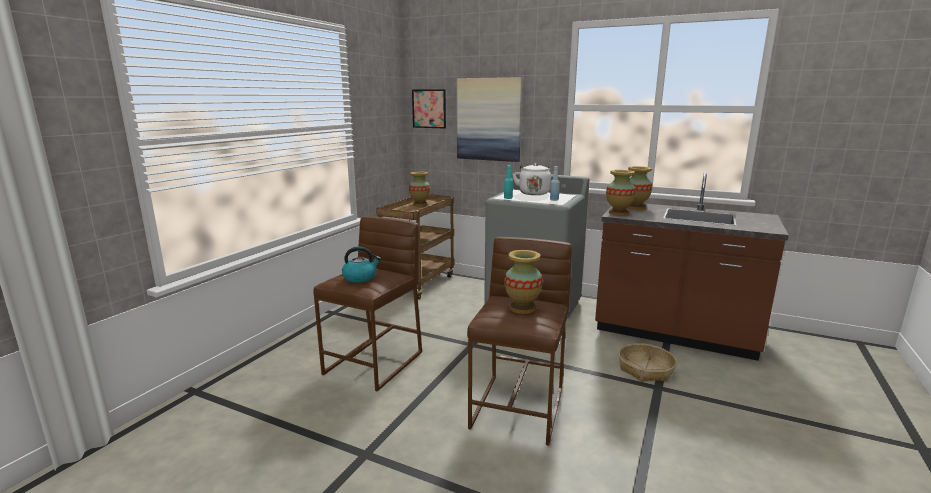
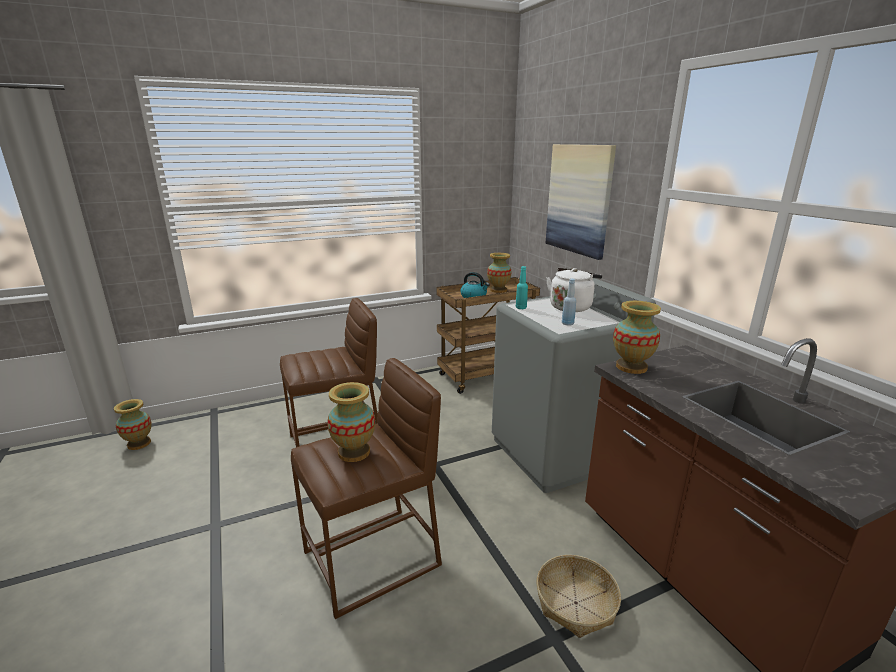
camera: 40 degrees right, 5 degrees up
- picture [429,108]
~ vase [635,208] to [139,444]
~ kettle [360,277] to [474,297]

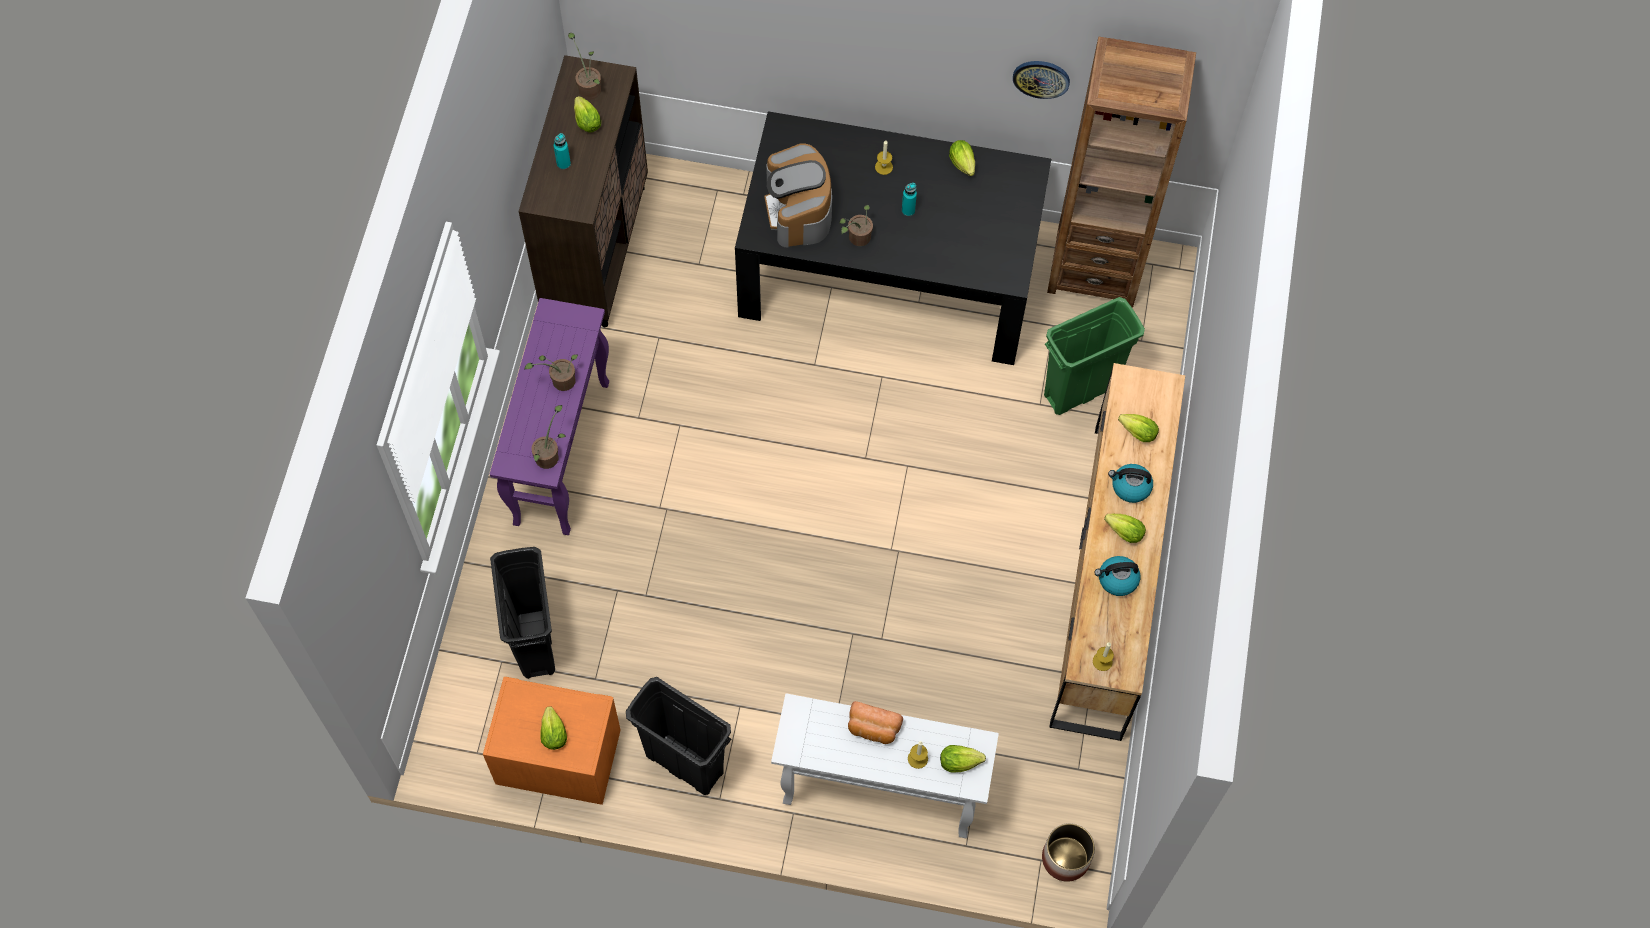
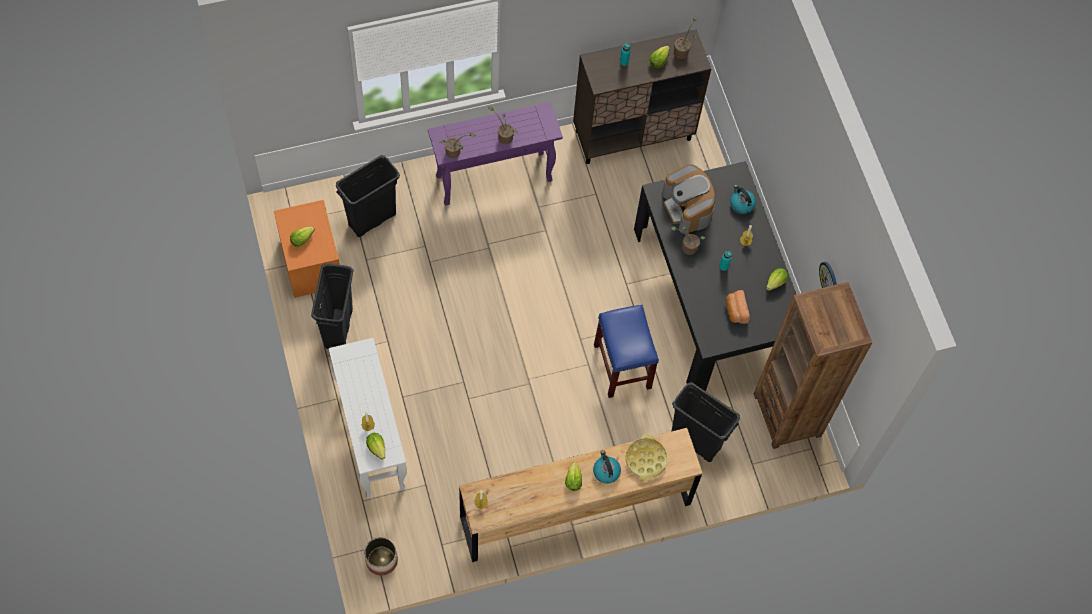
camera: 60 degrees right, 0 degrees up
~ coffee machine [799,210] = [687,207] 75 degrees counterclockwise
~ trash can (green) [1080,390] to trash can (black) [695,442]
~ lettuce [1135,431] to tray (yellow) [646,459]
~ kettle [1117,580] to [741,204]
~ bread [873,729] to [735,311]
+ stool (blue) [621,366]

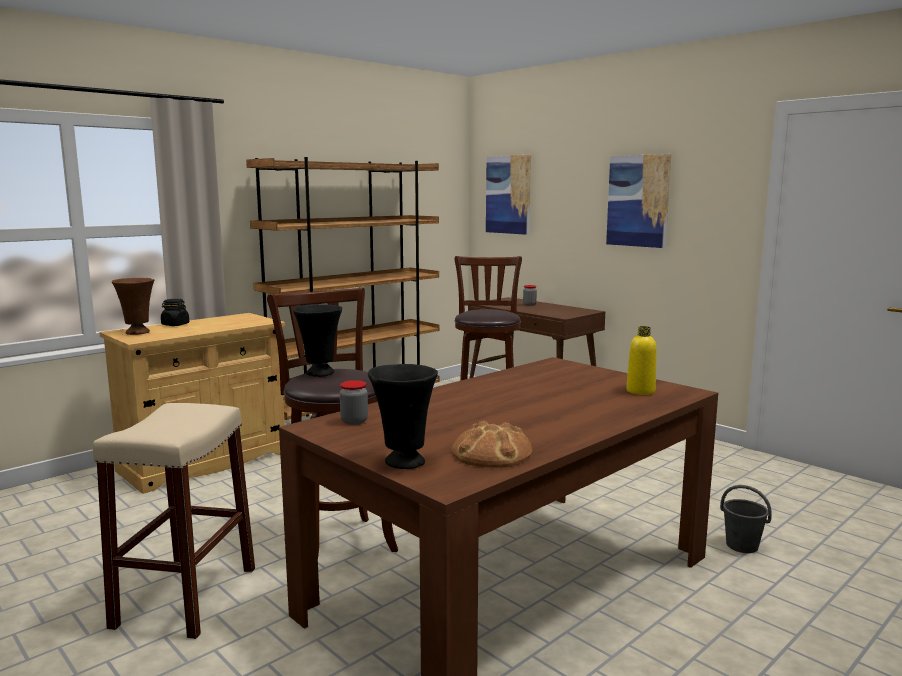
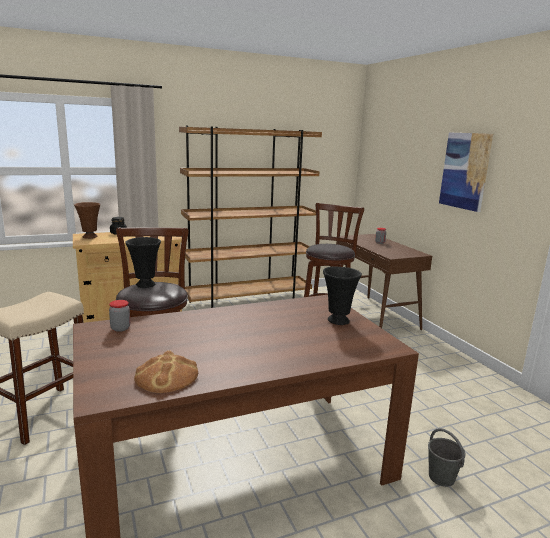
camera: 20 degrees right, 5 degrees up
- picture [508,194]
- bottle (yellow) [640,391]
~ vase (black) [403,462] to [337,320]

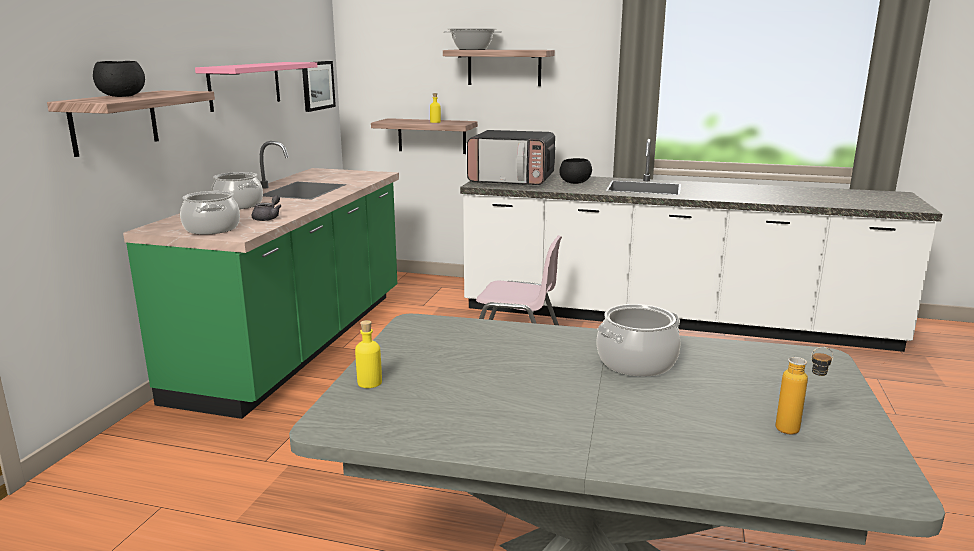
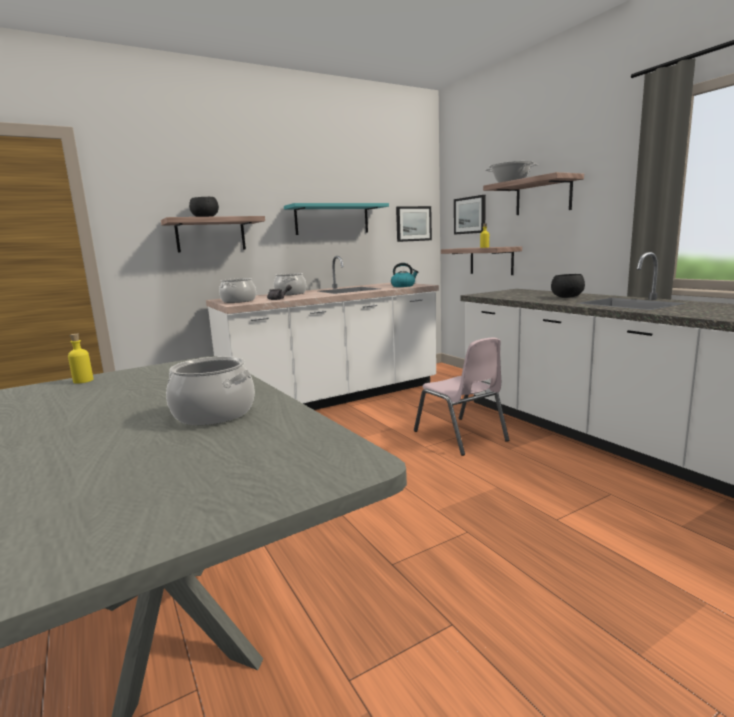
camera: 45 degrees right, 5 degrees down
~ shelf (pink) [245,85] to shelf (turquoise) [332,219]
- microwave [512,180]
~ counter (green) [299,343] to counter (white) [333,397]
- bottle [797,430]
+ picture [470,215]
+ kettle [403,286]

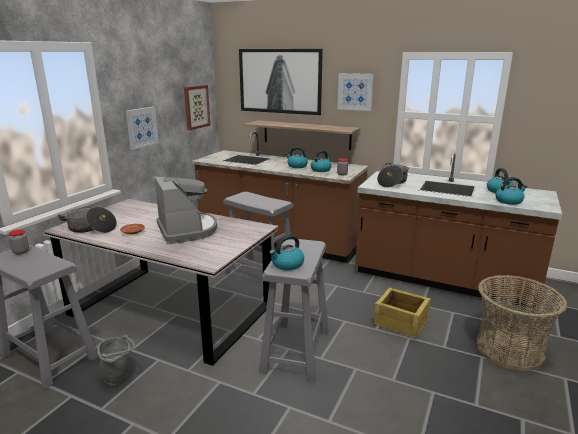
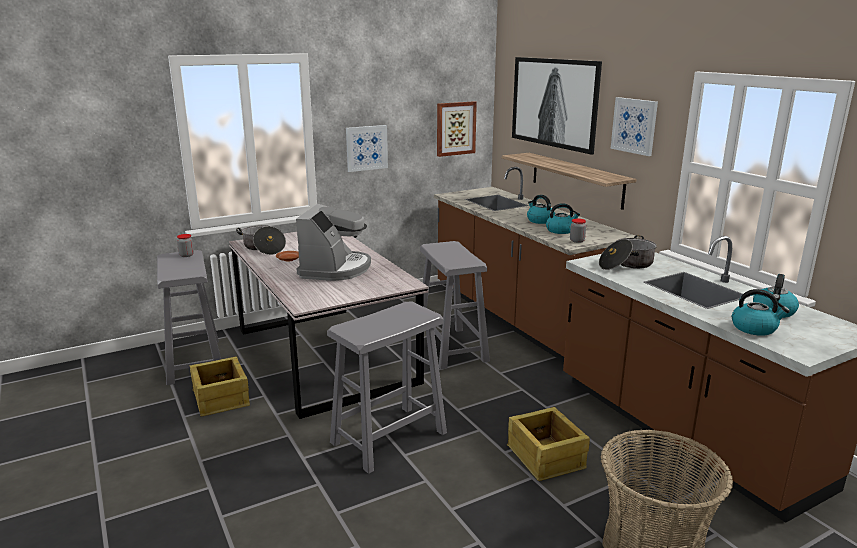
camera: 35 degrees right, 0 degrees up
- kettle [287,265]
~ bucket (grey) [120,379] to crate [220,399]

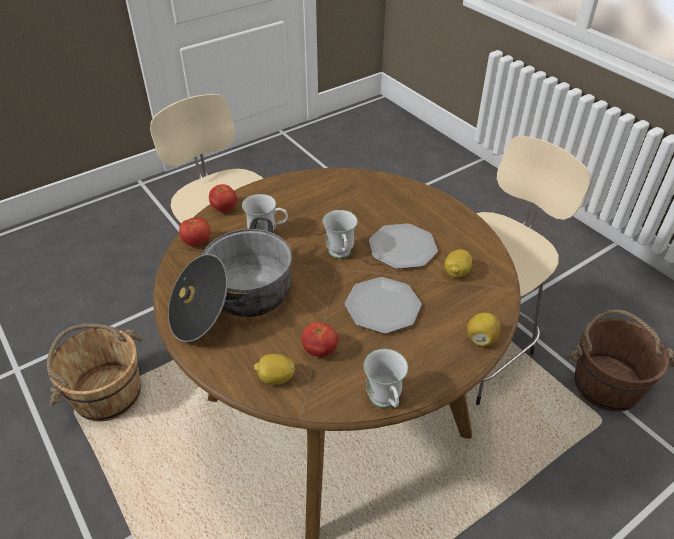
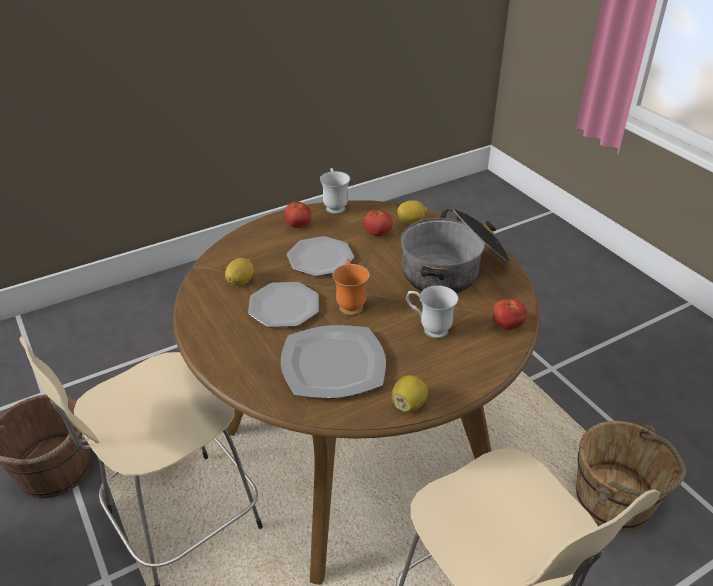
camera: 175 degrees left, 5 degrees down
~ tomato [224,209] to [298,226]
~ mug (white) [341,255] to mug (orange) [350,303]
~ lemon [481,339] to [409,404]
+ plate [332,364]

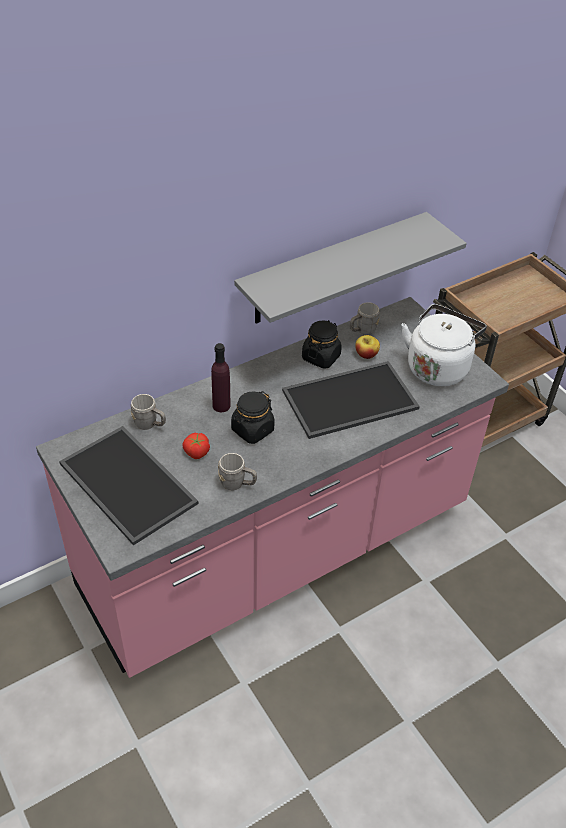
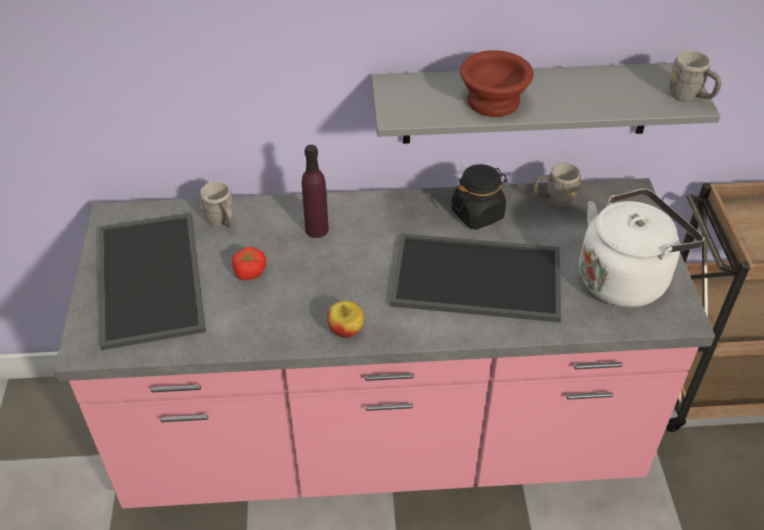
camera: 30 degrees right, 0 degrees up
~ apple [366,354] to [346,330]
- jar (black) [252,430]
~ mug (grey) [237,484] to [690,97]
+ bowl (brown) [491,102]

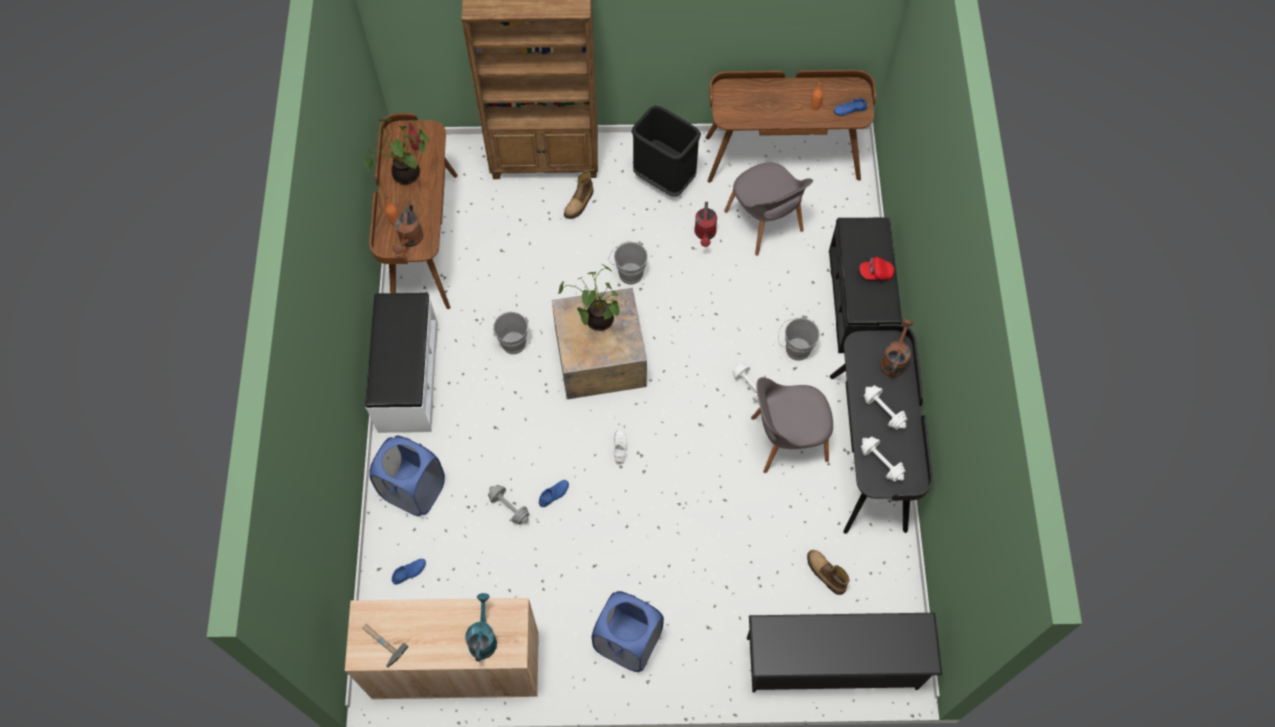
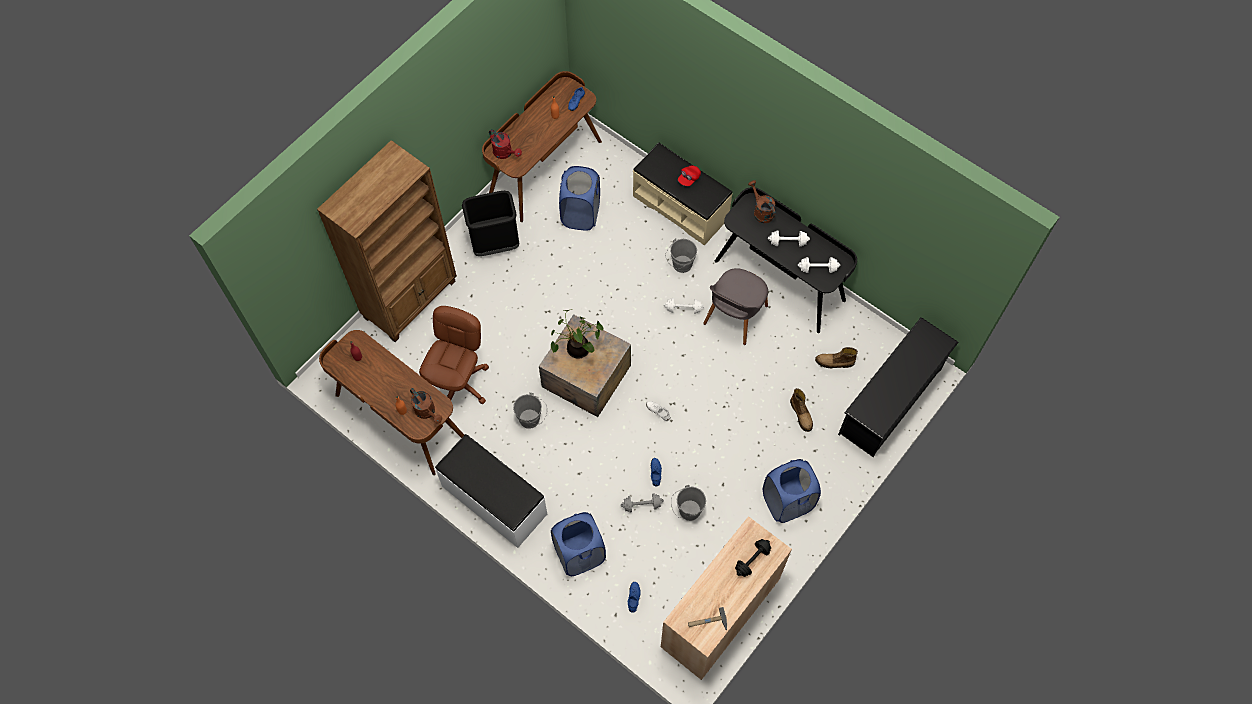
camera: 50 degrees left, 0 degrees up
- potted plant [405,176]
~ chair (grey) [764,223] to laundry basket (blue) [581,214]
~ boot [579,203] to [801,414]
~ watering can (red) [705,234] to [505,153]
~ bench (black) [859,300] to bench (beige) [681,207]
~ bucket (grey) [628,272] to [687,511]
~ watering can (turquoise) [483,637] to dumbbell (black) [752,560]
+ office chair (brown) [459,384]

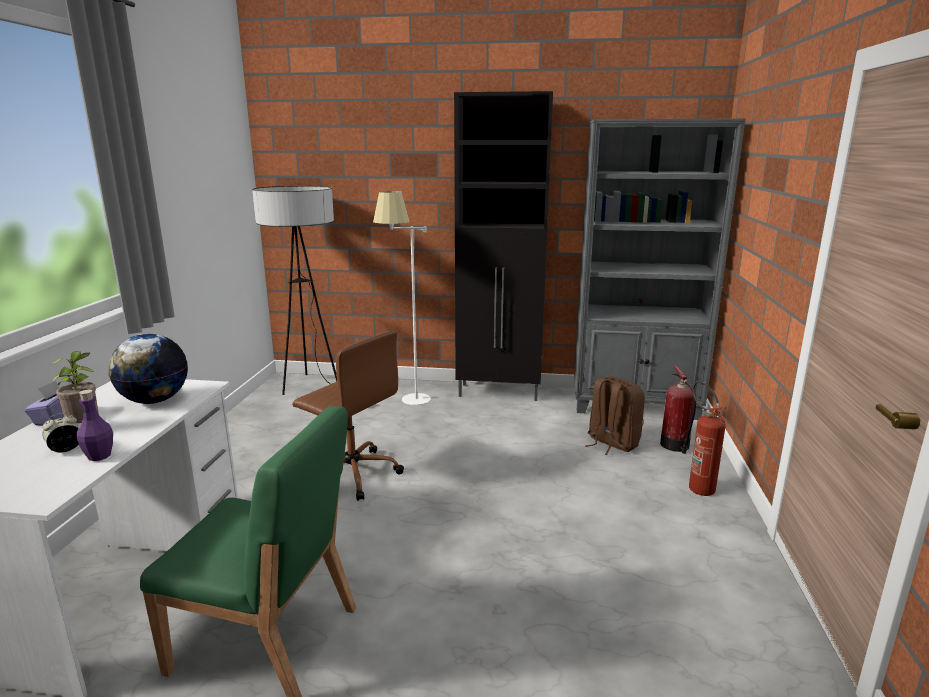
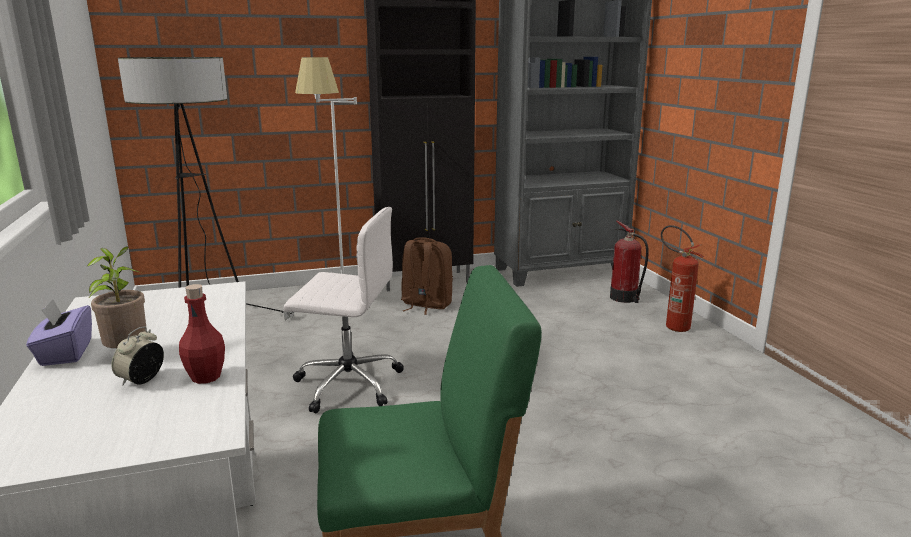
camera: 25 degrees left, 0 degrees up
~ office chair (brown) [352,474] to office chair (white) [347,384]
- globe [154,401]
~ backpack (brown) [611,443] to [426,305]
~ bottle (purple) [99,456] to bottle (red) [206,377]

